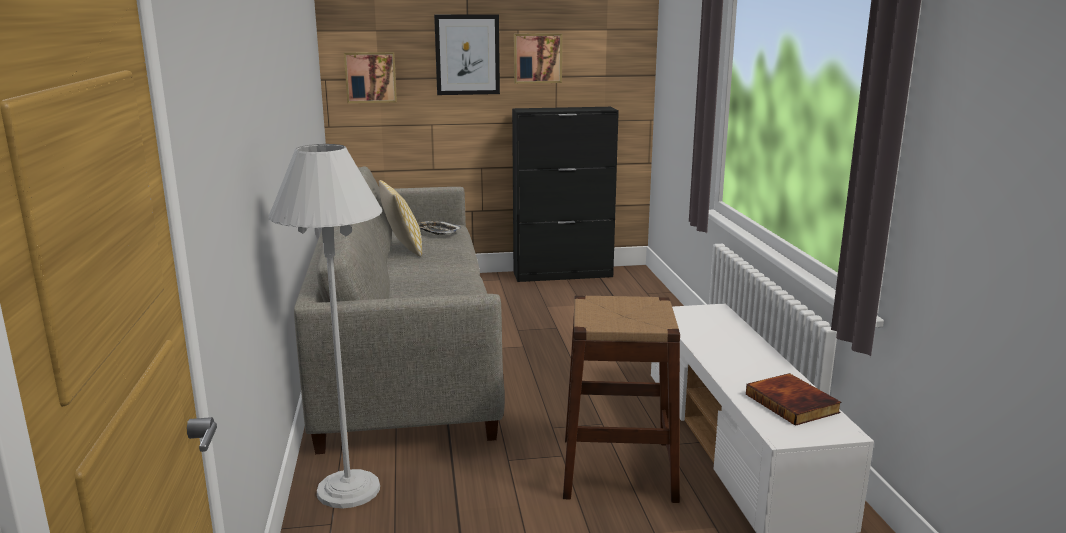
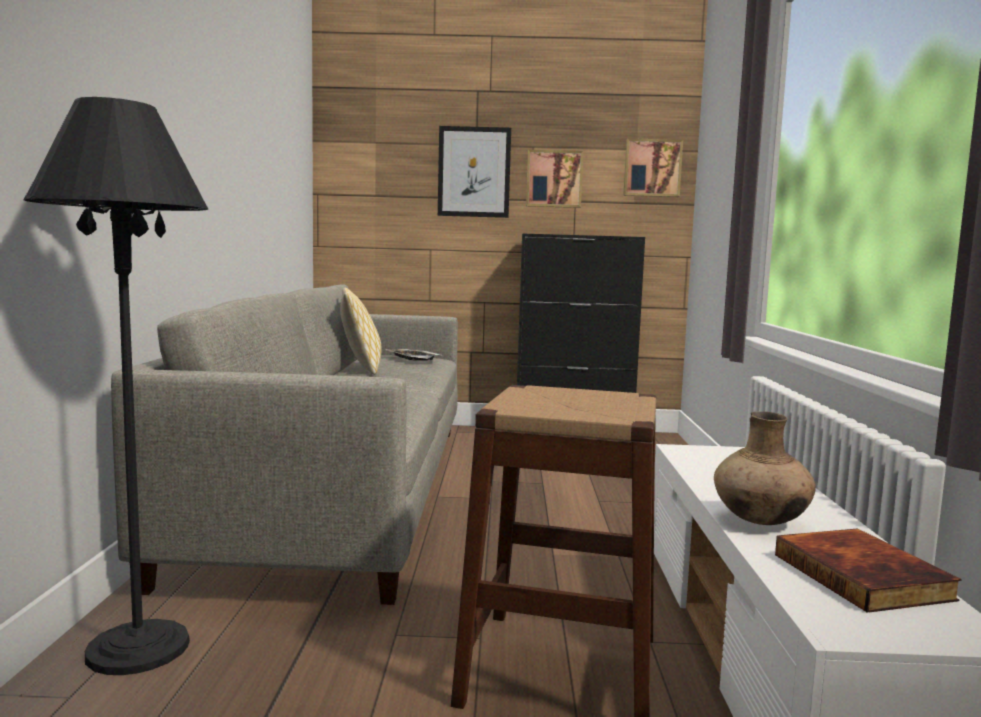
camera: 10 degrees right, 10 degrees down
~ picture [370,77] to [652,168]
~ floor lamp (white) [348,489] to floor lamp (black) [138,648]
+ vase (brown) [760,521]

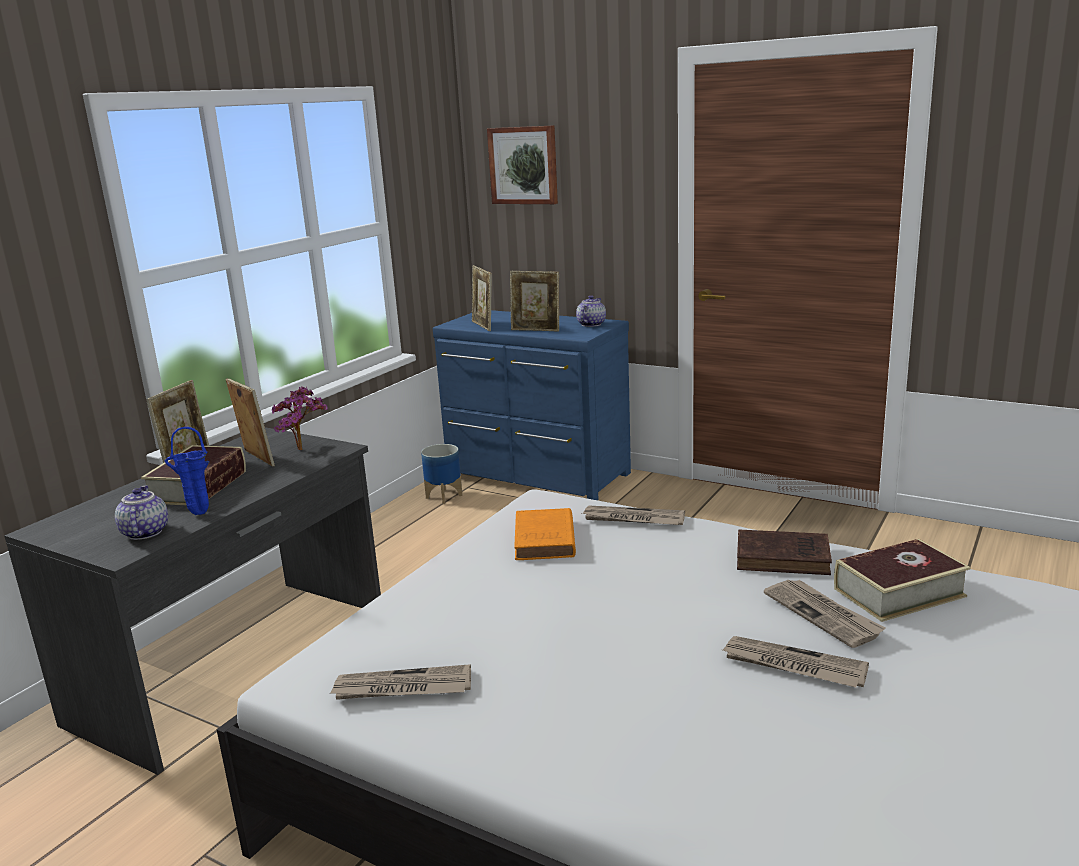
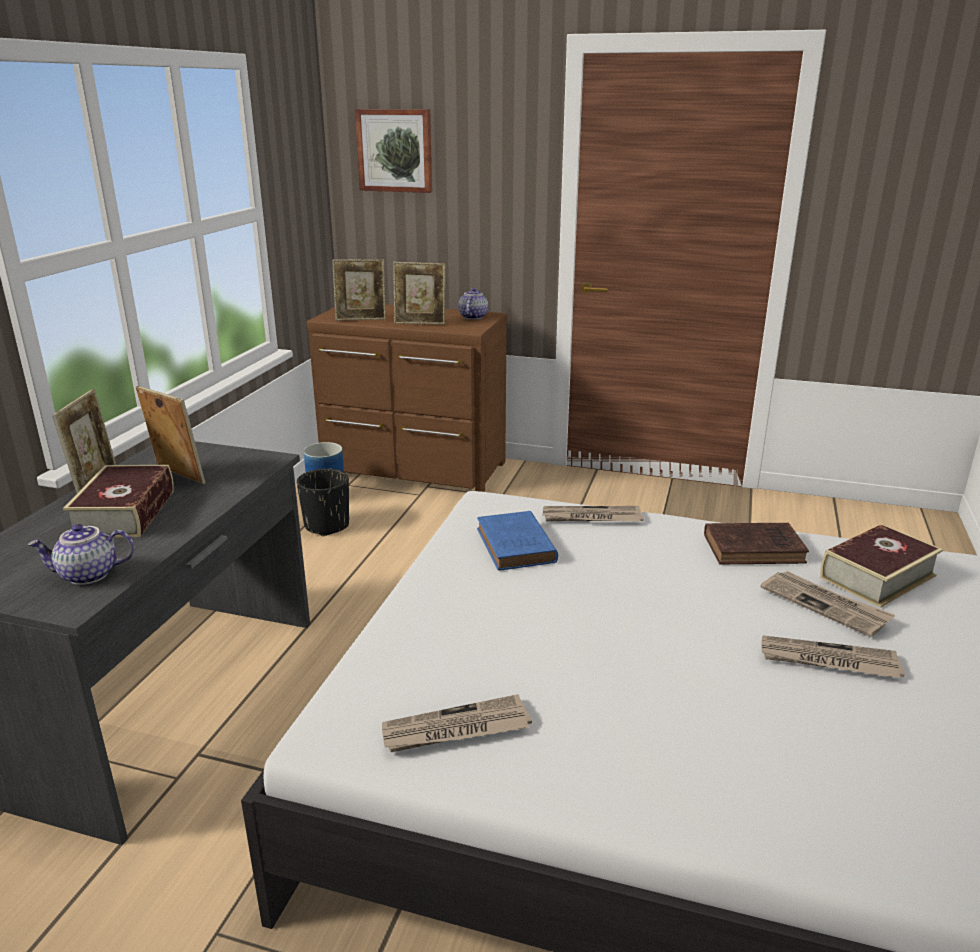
camera: 15 degrees left, 5 degrees up
~ picture frame [483,326] = [361,319] 60 degrees counterclockwise
~ dresser (blue) [536,476] to dresser (brown) [414,469]
- potted plant [304,450]
- vase (blue) [197,514]
~ teapot [144,533] = [87,575] 75 degrees counterclockwise
~ book (orange) [544,541] to book (blue) [516,547]
+ planter (black) [327,525]

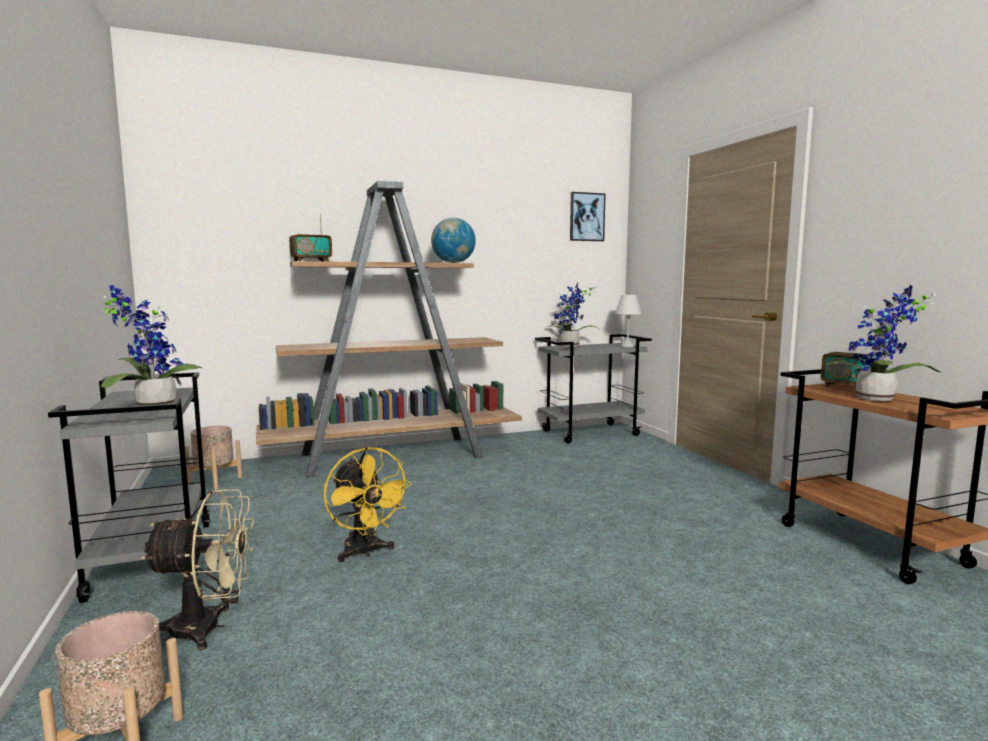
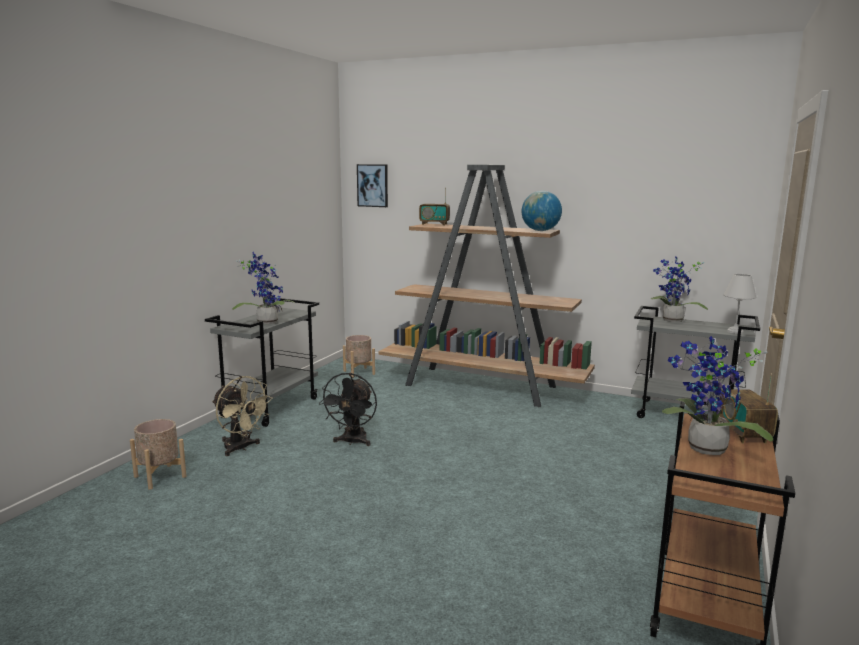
camera: 45 degrees right, 5 degrees up
~ picture [586,217] to [373,185]
~ fan (yellow) [365,552] to fan (black) [352,442]

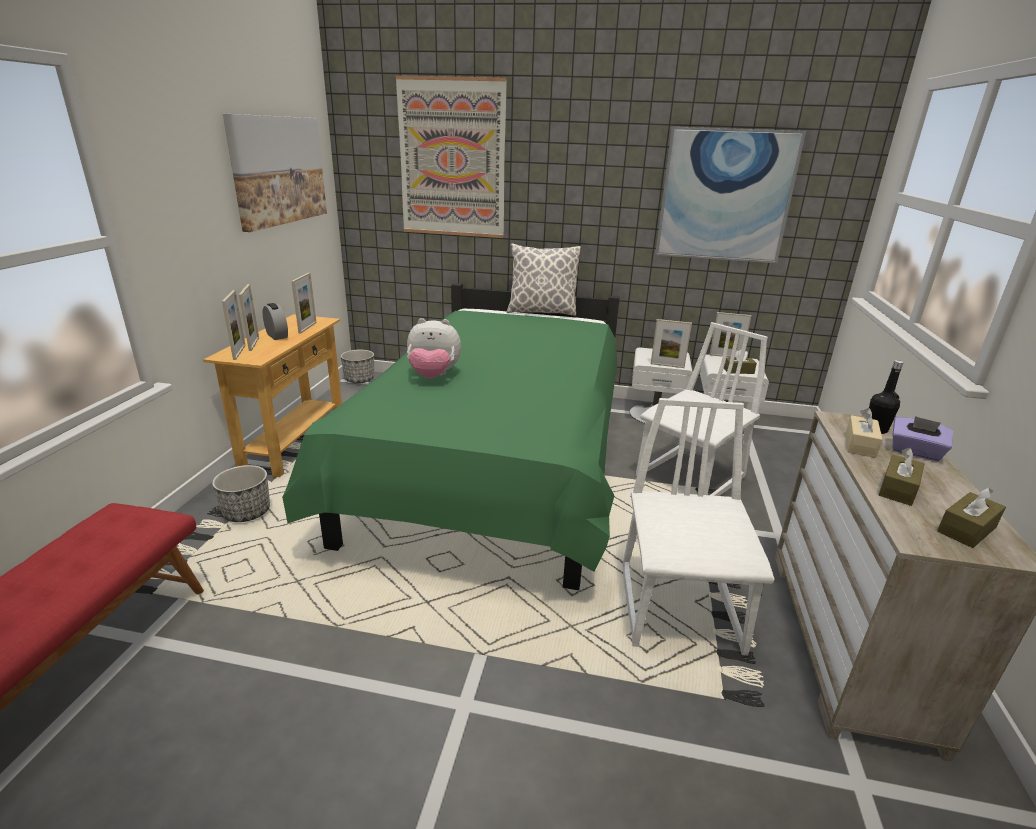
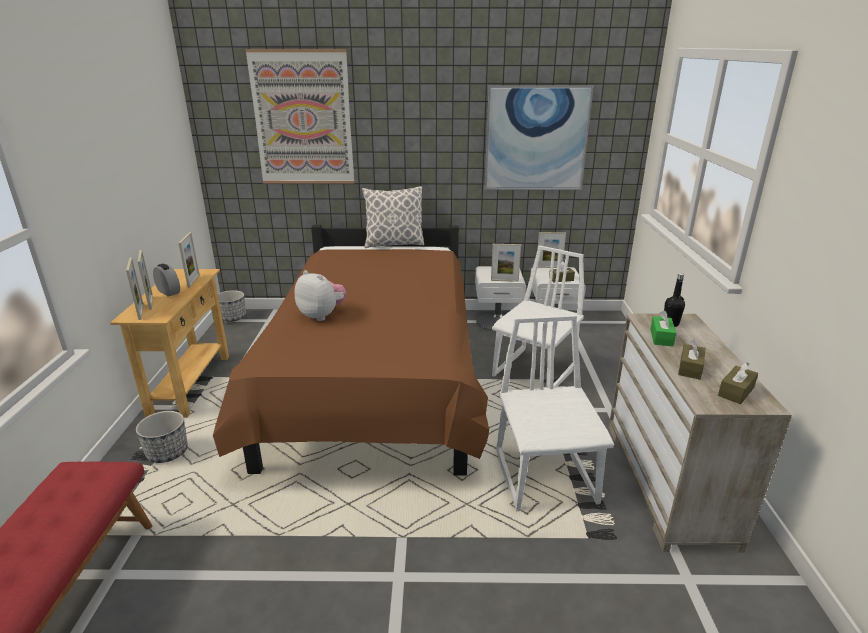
camera: 10 degrees left, 0 degrees up
- picture [278,170]
~ bed (green) [495,464] to bed (brown) [375,380]
~ plush toy [433,376] = [322,315] 135 degrees counterclockwise
~ tissue box (beige) [860,445] to tissue box (green) [661,337]
- tissue box (purple) [915,452]

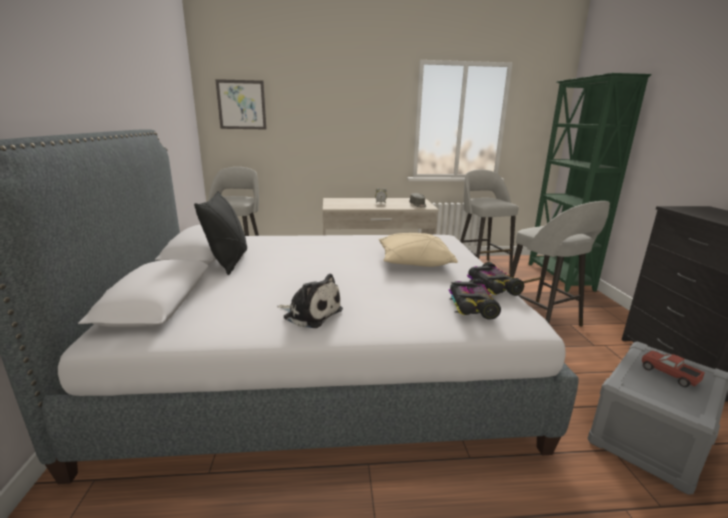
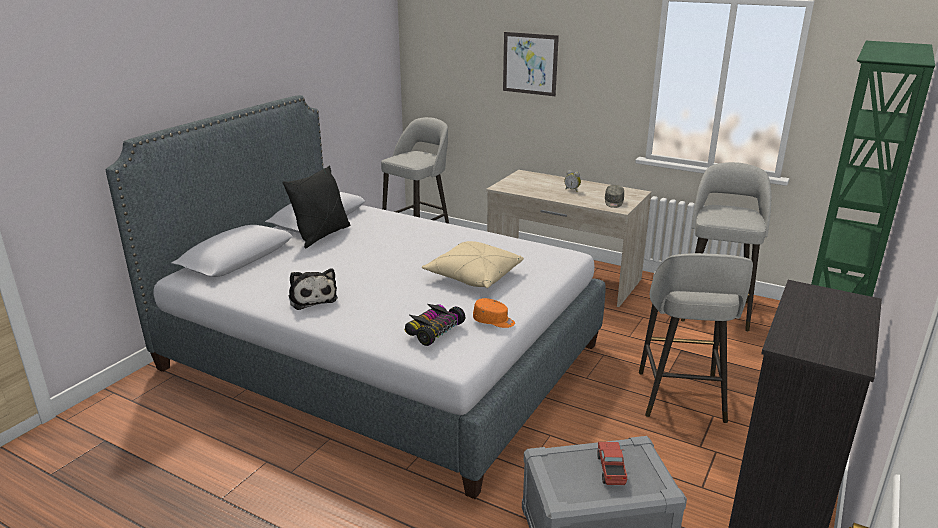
camera: 35 degrees right, 5 degrees up
~ picture [241,105] to [530,63]
~ toy car [491,286] to cap (orange) [494,321]

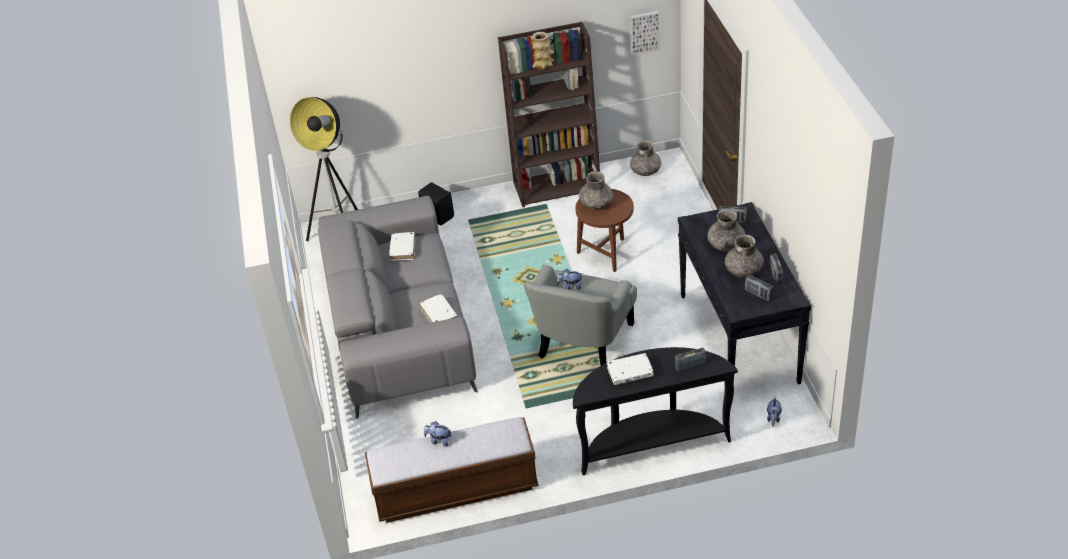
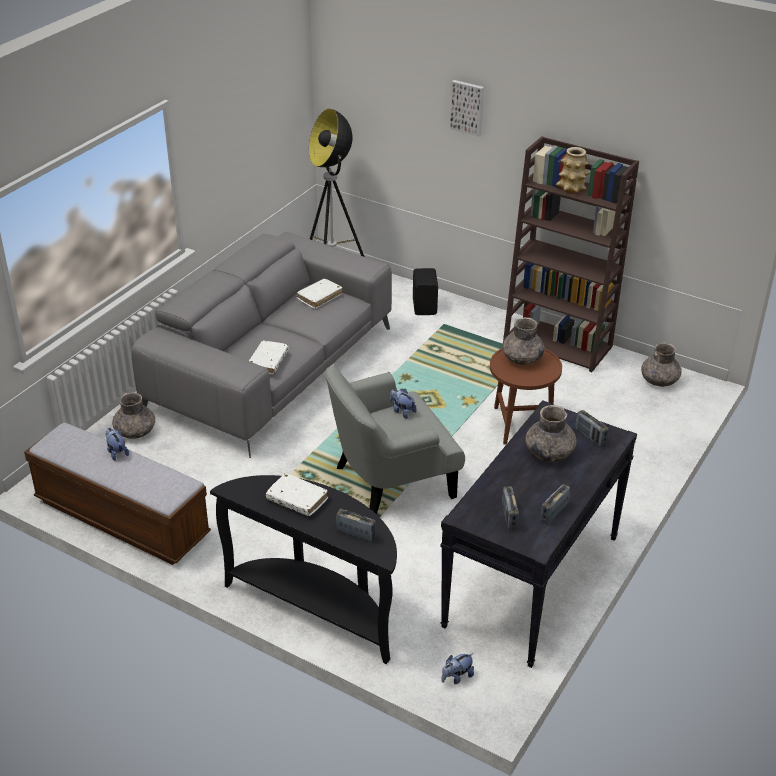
camera: 40 degrees right, 5 degrees down
~ picture [644,31] to [467,107]
~ vase (grey) [744,271] to [135,432]

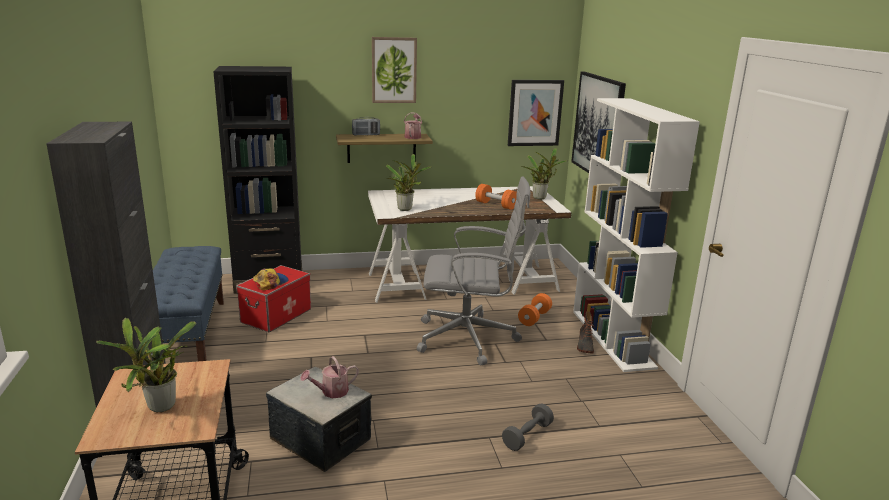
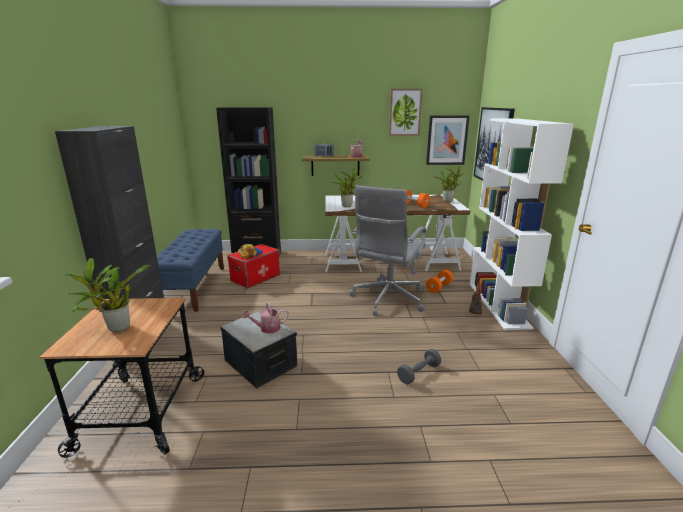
camera: 10 degrees right, 0 degrees up
~ picture [394,70] to [405,112]
~ office chair (grey) [469,338] = [387,299] 105 degrees clockwise

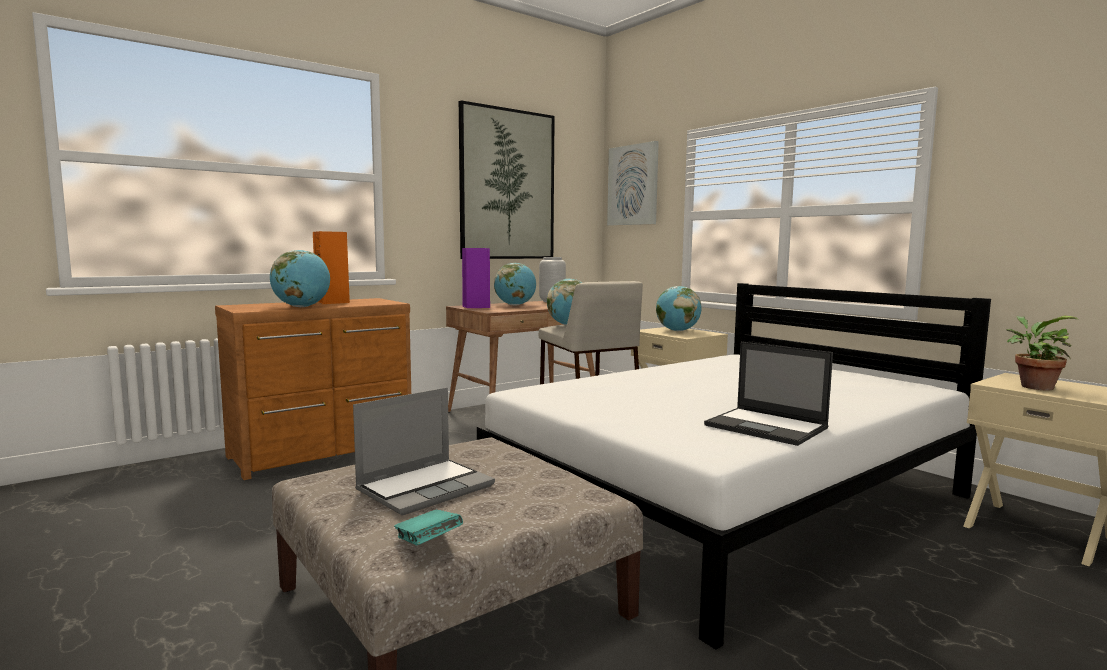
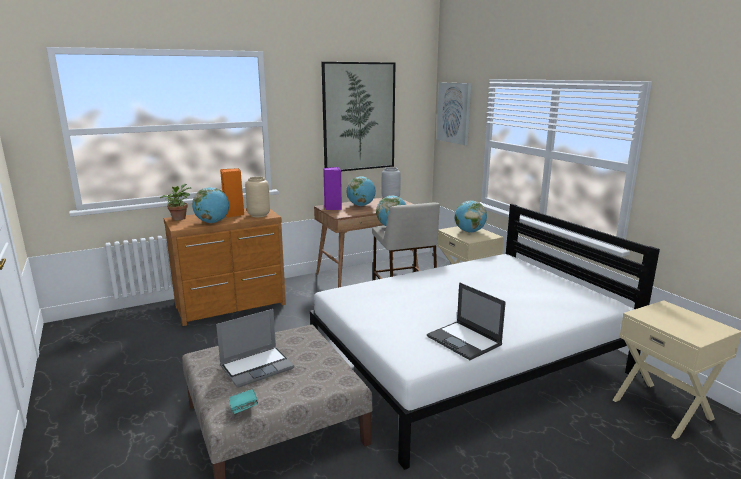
camera: 10 degrees right, 10 degrees up
~ potted plant [1032,386] to [179,218]
+ vase (beige) [259,215]

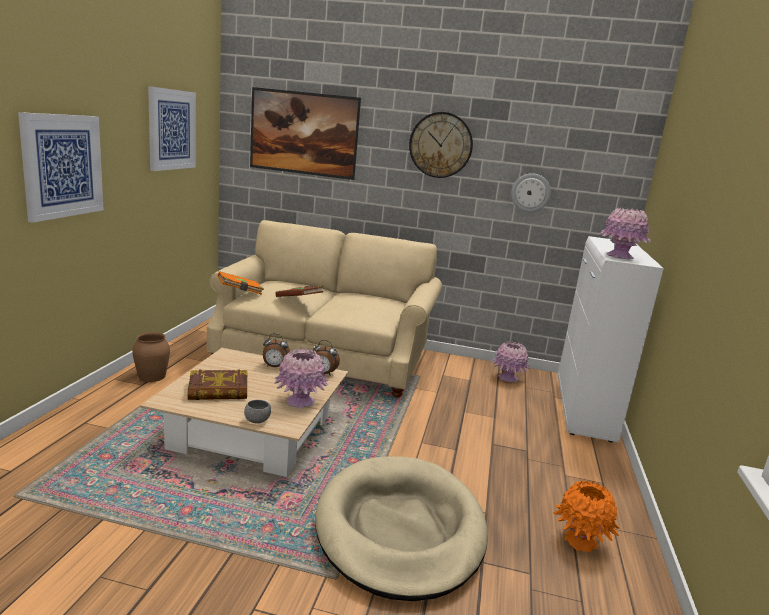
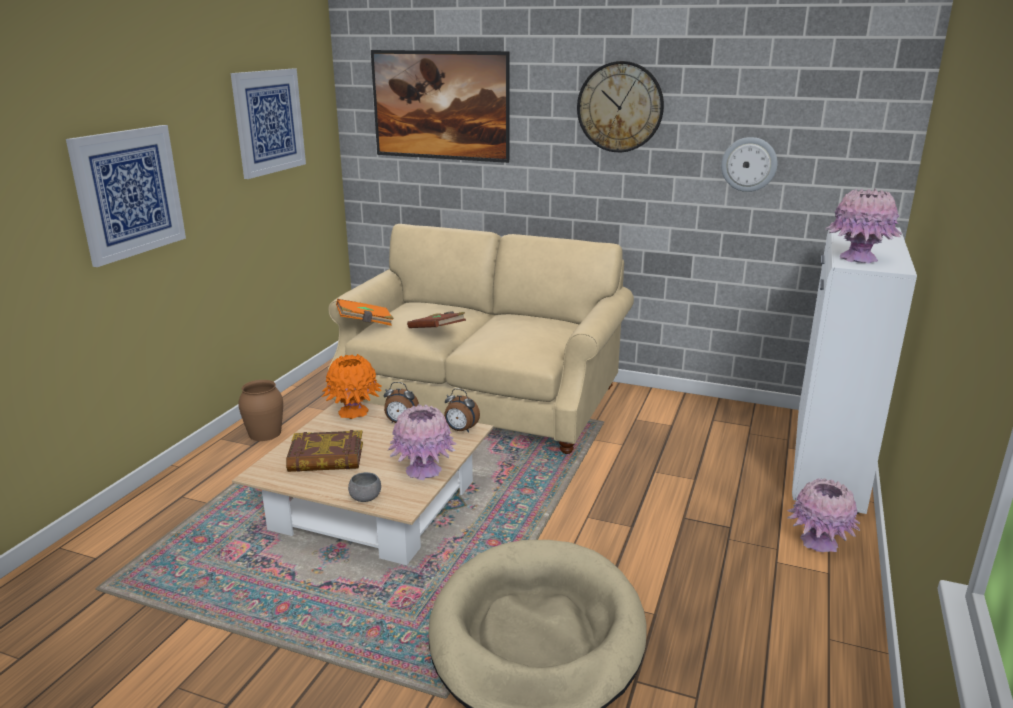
camera: 10 degrees right, 5 degrees up
~ vase (pink) [508,378] to [819,543]
~ vase (orange) [580,540] to [353,412]

